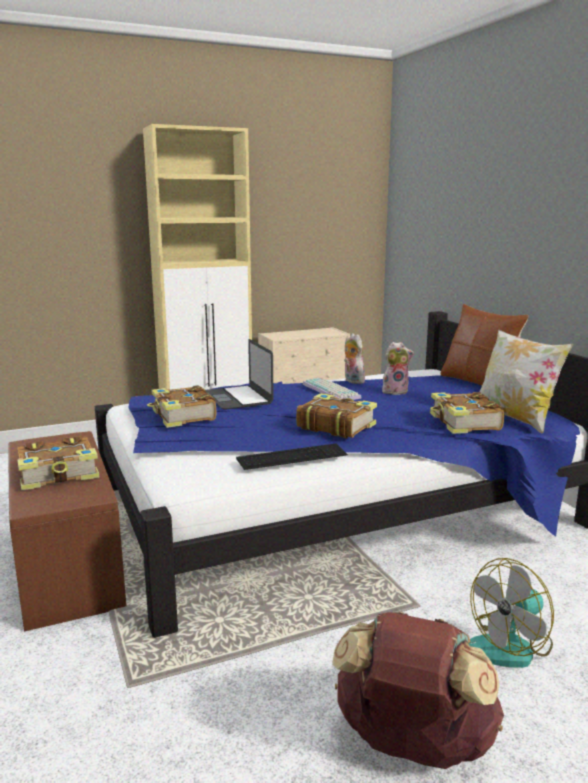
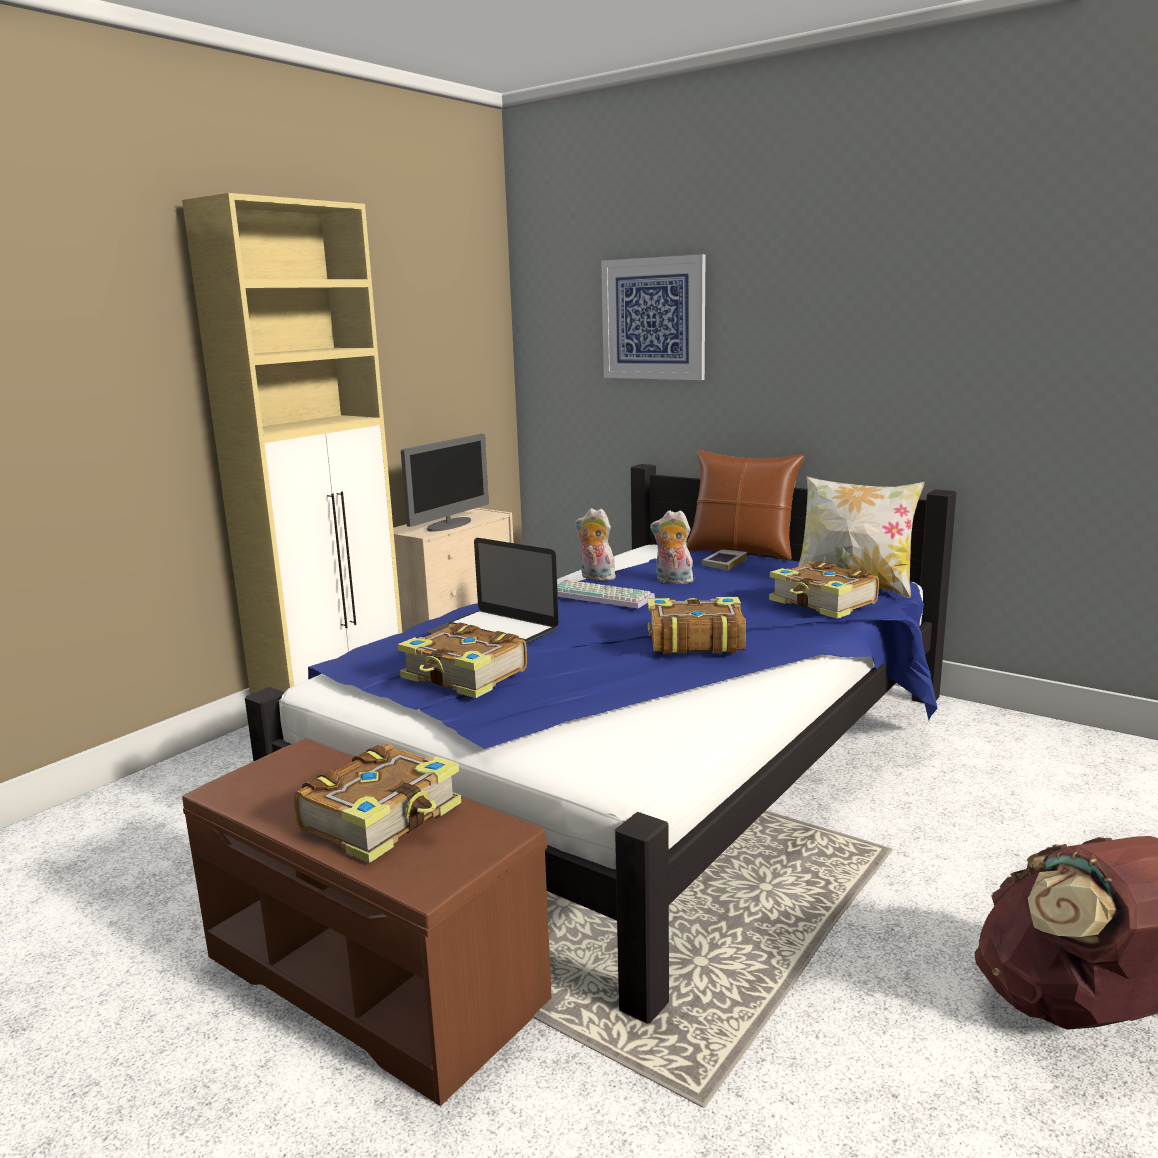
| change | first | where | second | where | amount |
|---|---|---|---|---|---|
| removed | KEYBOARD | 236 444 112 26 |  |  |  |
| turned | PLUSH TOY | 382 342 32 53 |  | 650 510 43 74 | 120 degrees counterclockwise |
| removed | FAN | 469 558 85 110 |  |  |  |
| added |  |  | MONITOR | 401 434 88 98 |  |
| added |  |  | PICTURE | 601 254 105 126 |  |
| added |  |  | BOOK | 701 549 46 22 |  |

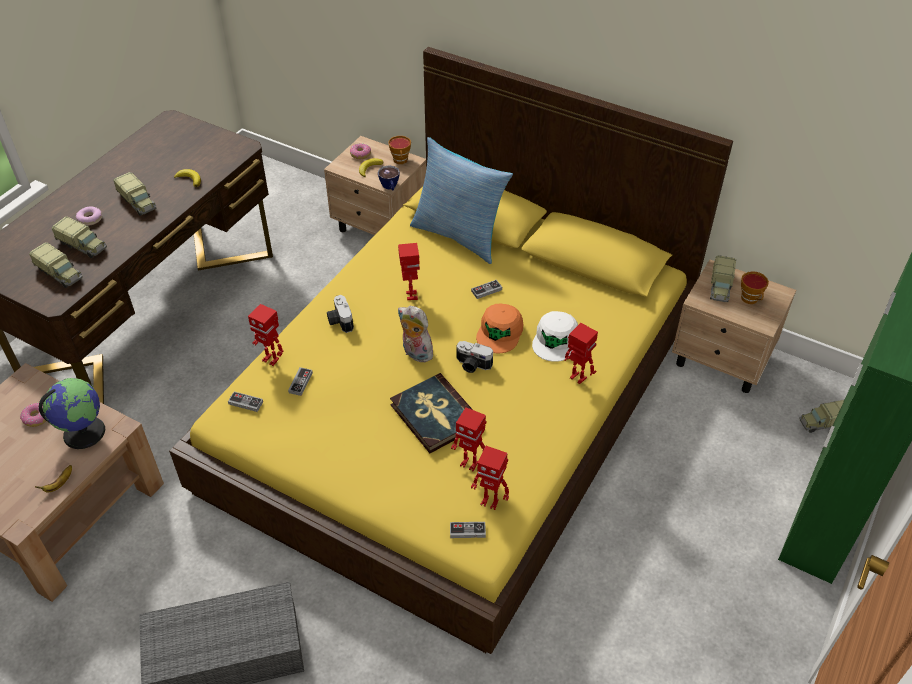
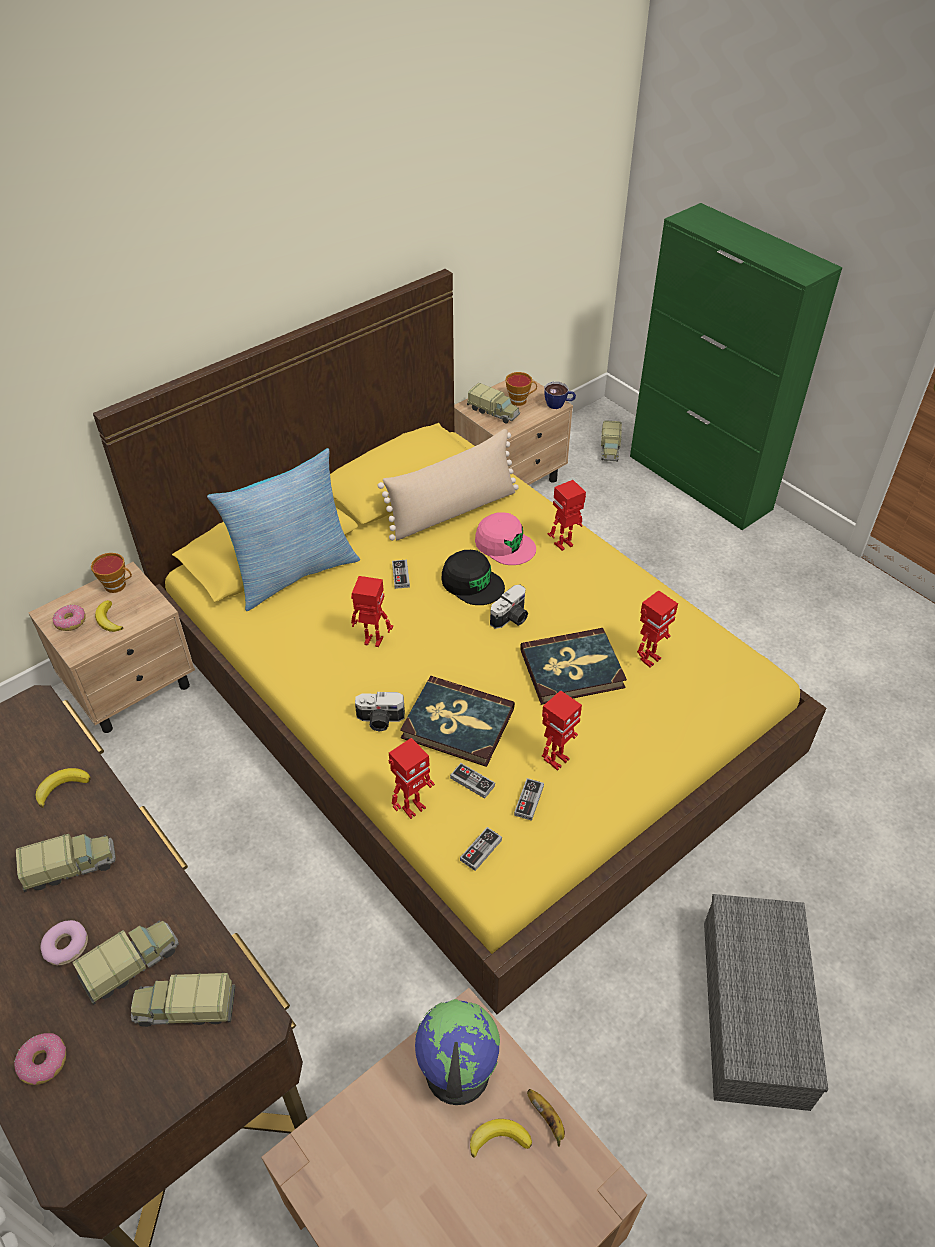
| change | first | where | second | where | amount |
|---|---|---|---|---|---|
| moved | DONUT | 20 403 26 24 |  | 14 1033 52 52 |  |
| turned | TOY TRUCK | 29 242 54 46 |  | 131 973 104 54 | 150 degrees counterclockwise |
| moved | CUP | 378 165 22 25 |  | 544 382 32 27 |  |
| removed | PLUSH TOY | 398 306 38 57 |  |  |  |
| moved | GAME CONTROLLER | 450 522 36 16 |  | 514 778 30 43 |  |
| moved | TOY ROBOT | 471 446 38 64 |  | 542 690 40 81 |  |
| recoloured | ORANGE CAP | 476 304 47 49 | BLACK CAP | 441 550 64 55 |  |
| recoloured | WHITE CAP | 532 311 46 51 | PINK CAP | 475 512 61 53 |  |
| added |  |  | BEIGE PILLOW | 378 429 141 112 |  |
| added |  |  | BOOK | 400 676 115 91 |  |
| added |  |  | BANANA | 470 1119 62 39 |  |

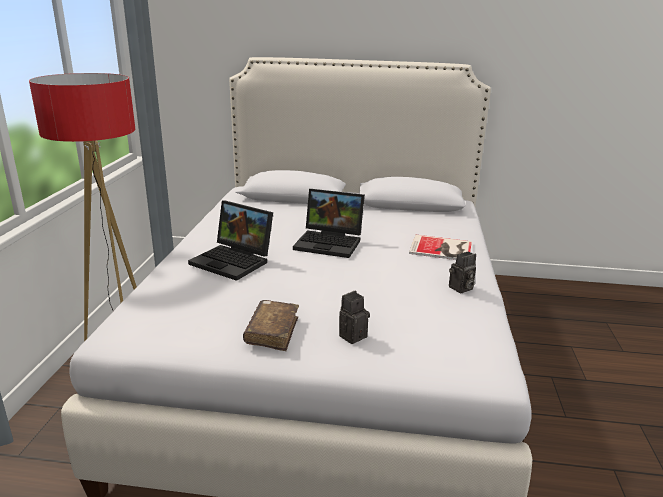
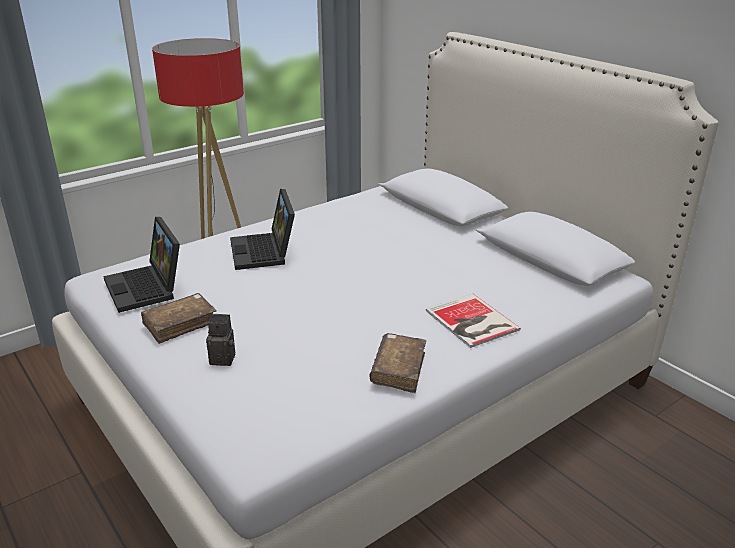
| change | first | where | second | where | amount |
|---|---|---|---|---|---|
| moved | LAPTOP | 293 189 72 69 |  | 103 217 77 96 |  |
| replaced | PHOTO CAMERA | 449 251 27 42 | BROWN BOOK | 369 333 57 60 |  |

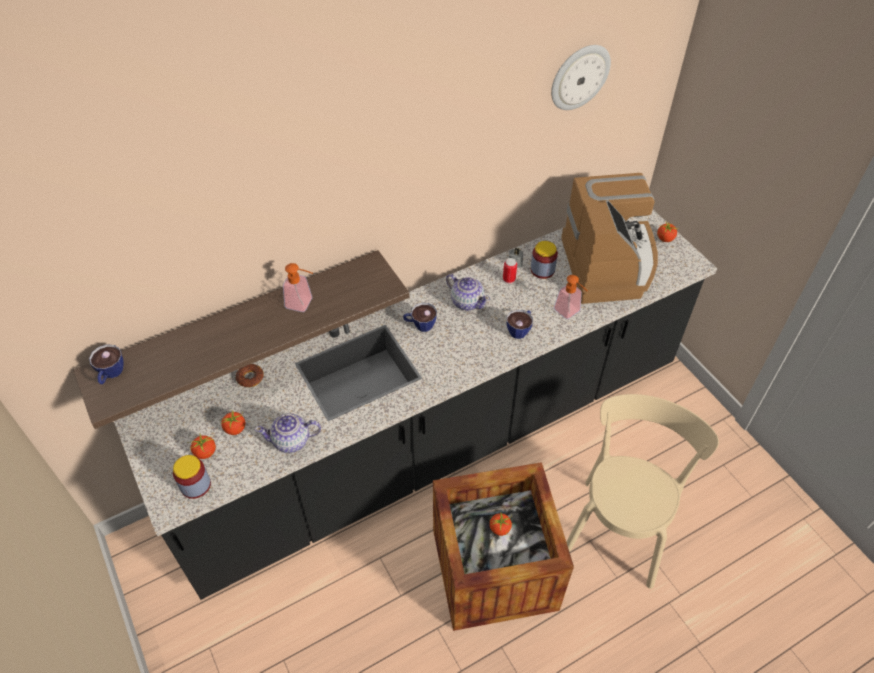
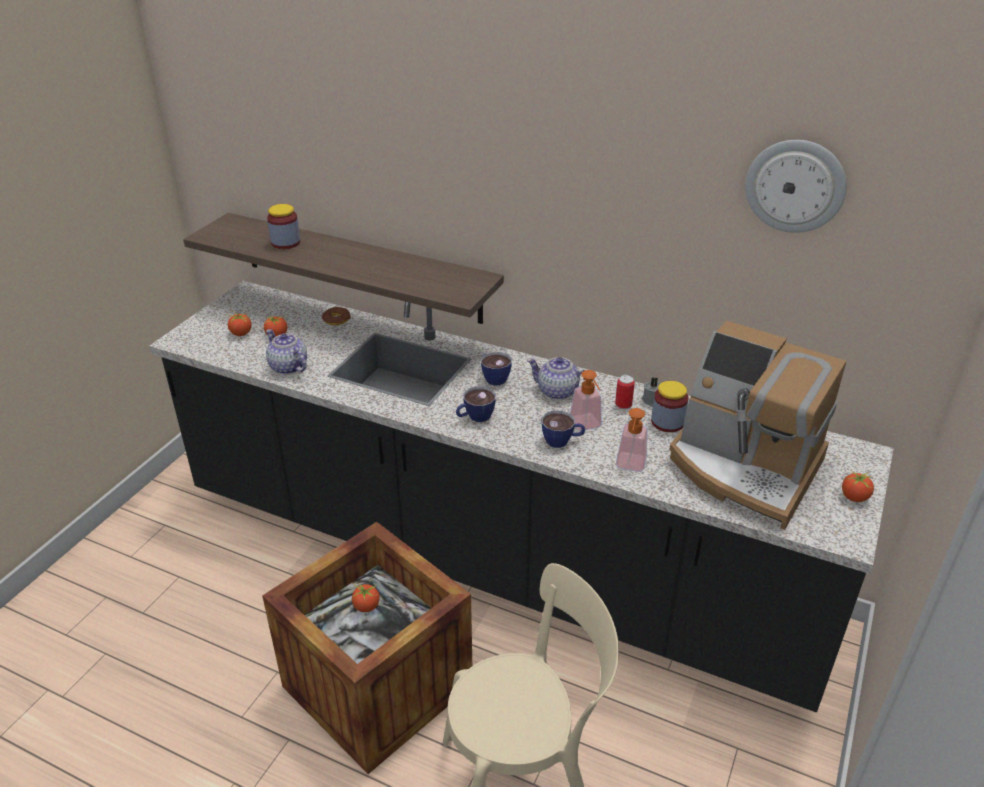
| change | first | where | second | where | amount |
|---|---|---|---|---|---|
| moved | CUP | 89 344 35 40 |  | 456 386 40 36 |  |
| moved | JAR | 173 455 38 44 |  | 267 204 33 45 |  |
| moved | SOAP DISPENSER | 283 263 30 49 |  | 570 370 32 61 |  |
| turned | TEAPOT | 446 274 44 36 |  | 527 357 66 43 | 105 degrees clockwise |
| turned | COFFEE MACHINE | 561 173 97 131 |  | 669 320 177 210 | 75 degrees clockwise |

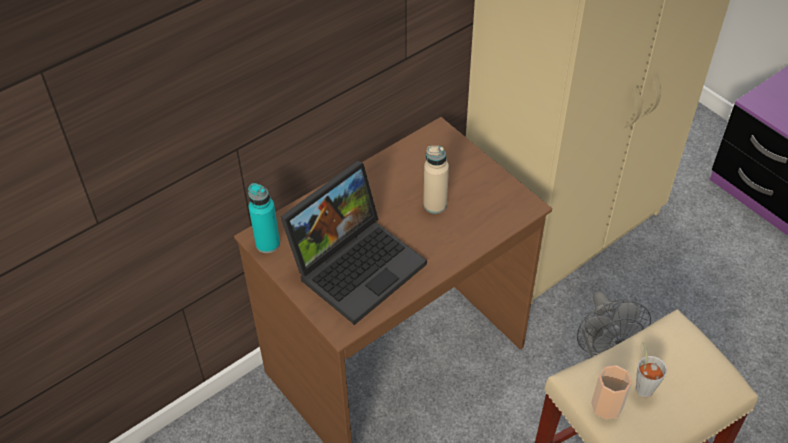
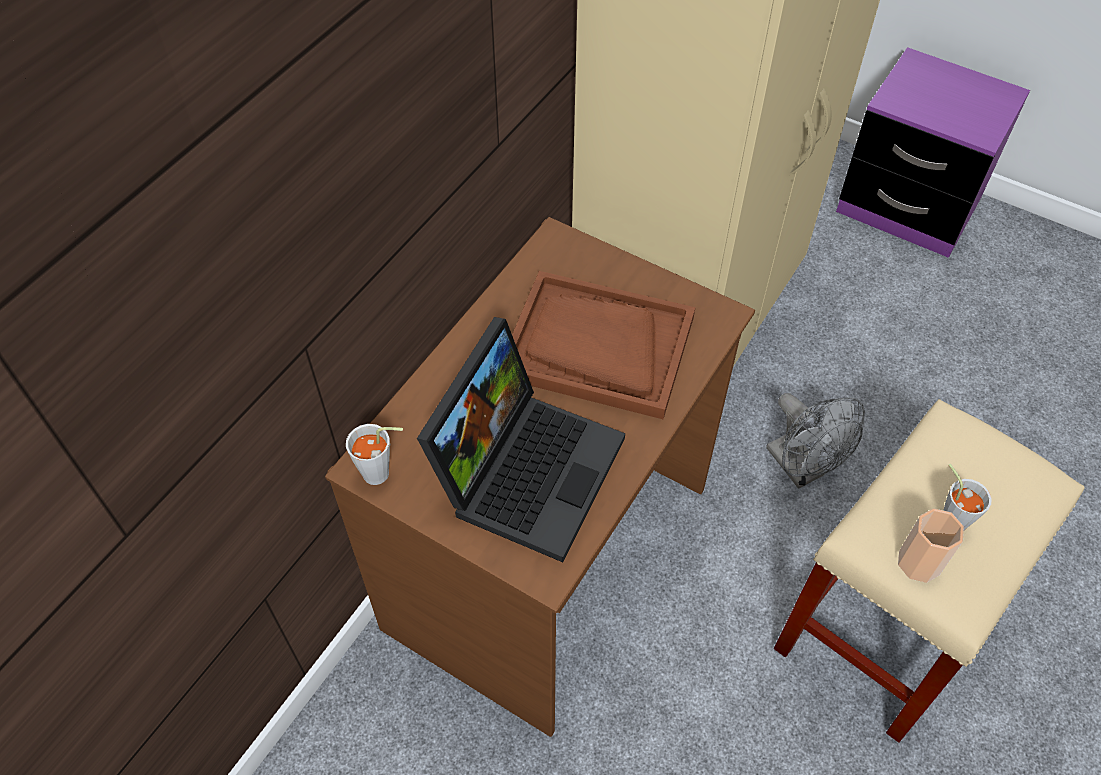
| change | first | where | second | where | amount |
|---|---|---|---|---|---|
| replaced | TURQUOISE BOTTLE | 248 183 32 70 | GREY CUP | 346 424 57 61 |  |
| replaced | BEIGE BOTTLE | 423 146 26 68 | BROWN TRAY | 512 271 184 148 |  |

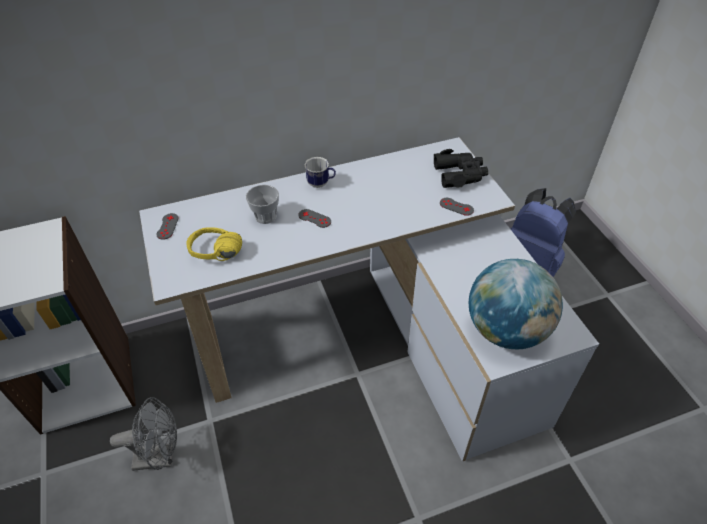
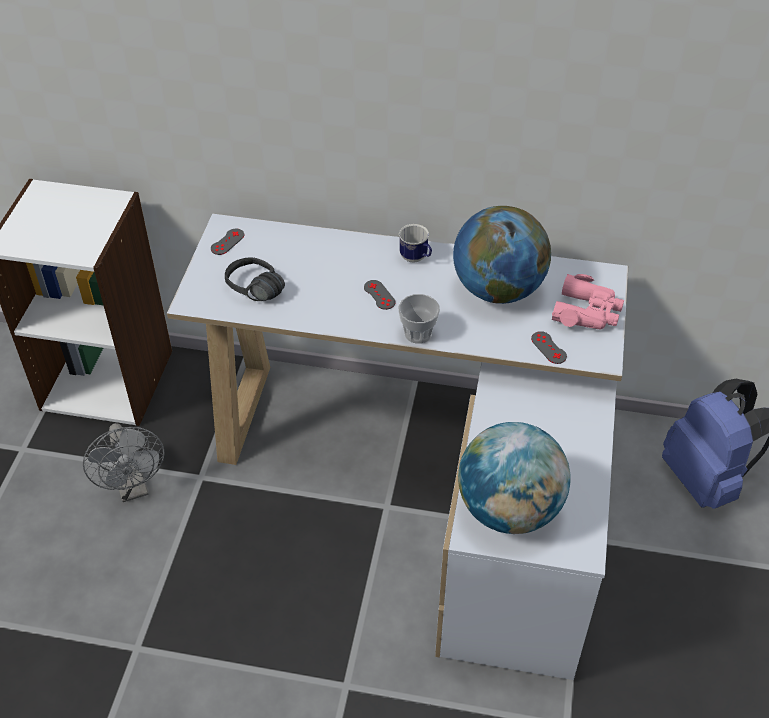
| change | first | where | second | where | amount |
|---|---|---|---|---|---|
| turned | GREY FAN | 110 397 67 74 |  | 83 423 81 79 | 45 degrees clockwise |
| recoloured | YELLOW HEADPHONES | 186 227 56 34 | BLACK HEADPHONES | 225 257 60 44 |  |
| moved | CUP | 246 185 33 39 |  | 398 294 42 50 |  |
| recoloured | BLACK BINOCULARS | 434 149 54 39 | PINK BINOCULARS | 552 274 72 55 |  |
| added |  |  | GLOBE | 453 206 98 98 |  |

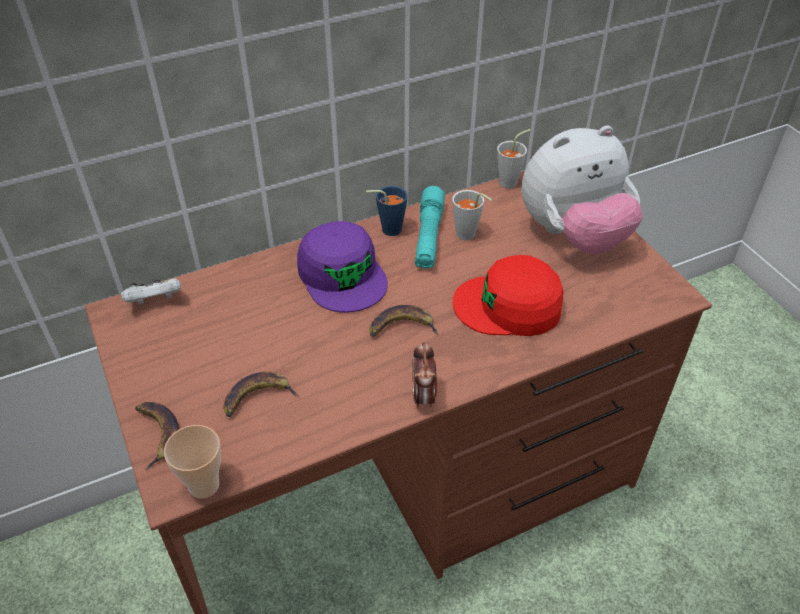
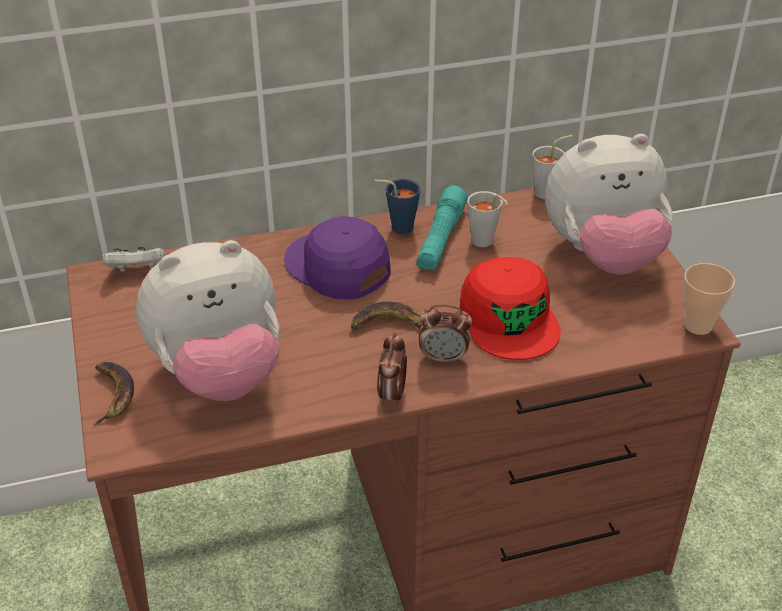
| change | first | where | second | where | amount |
|---|---|---|---|---|---|
| moved | CUP | 164 425 57 74 |  | 683 263 52 72 |  |
| replaced | BANANA | 223 371 76 46 | PLUSH TOY | 136 240 143 161 |  |
| turned | PURPLE CAP | 297 221 91 92 |  | 284 216 107 84 | 150 degrees clockwise |
| turned | RED CAP | 453 255 111 81 |  | 460 257 101 103 | 120 degrees counterclockwise |
| added |  |  | ALARM CLOCK | 419 304 53 60 |  |

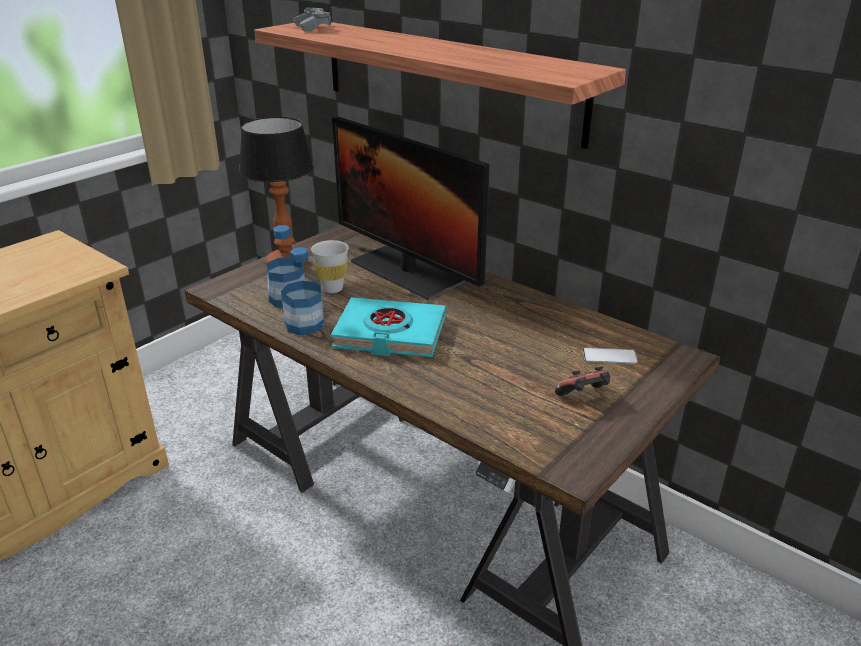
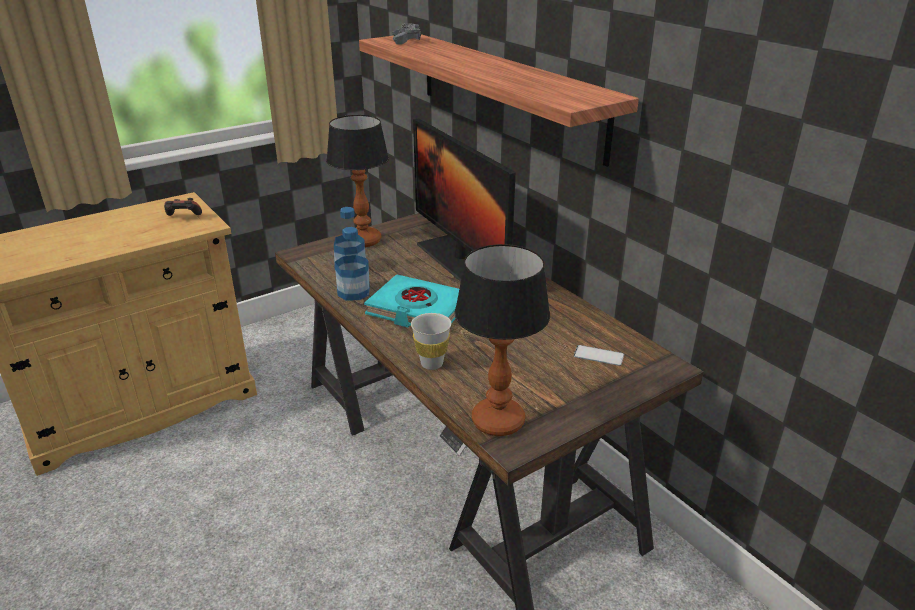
| change | first | where | second | where | amount |
|---|---|---|---|---|---|
| moved | WHITE CUP | 311 240 38 53 |  | 411 313 40 57 |  |
| moved | GAME CONTROLLER | 555 366 55 30 |  | 164 198 38 18 |  |
| added |  |  | TABLE LAMP | 454 244 96 192 |  |

